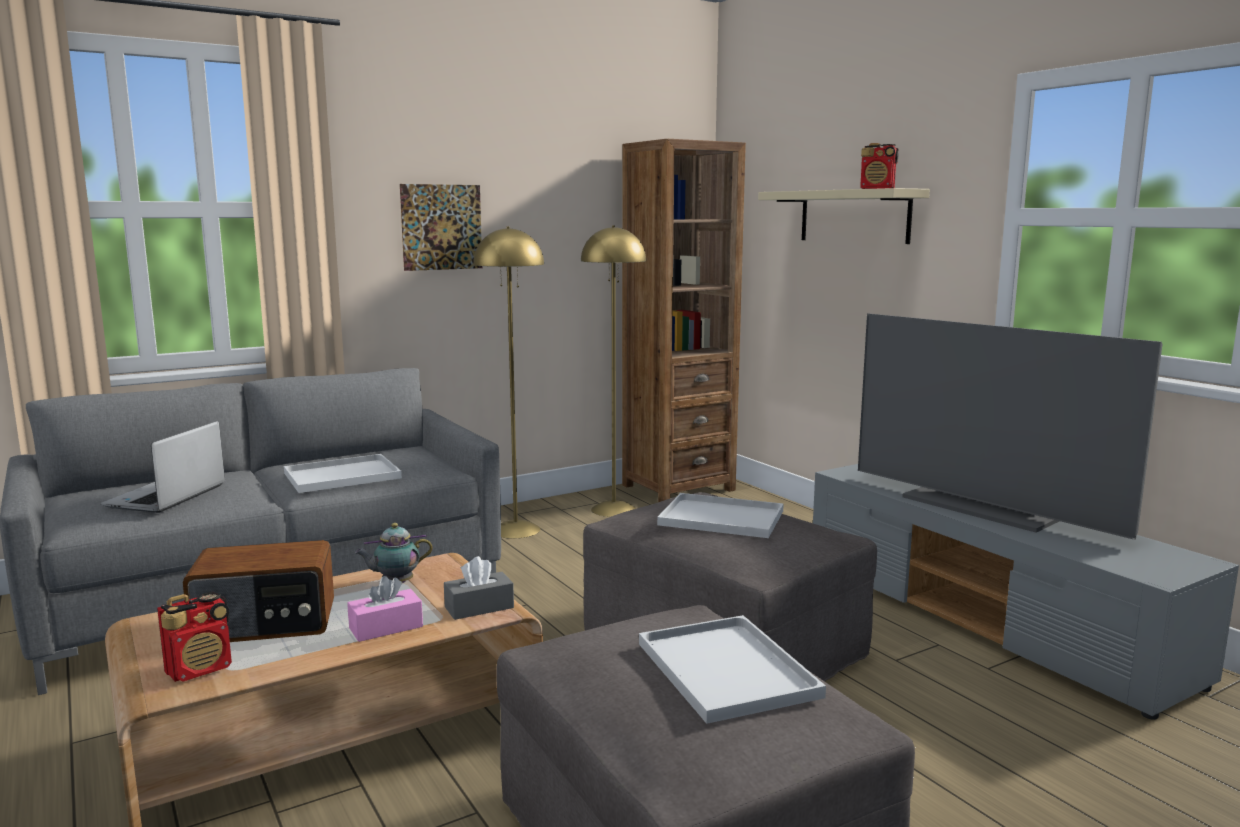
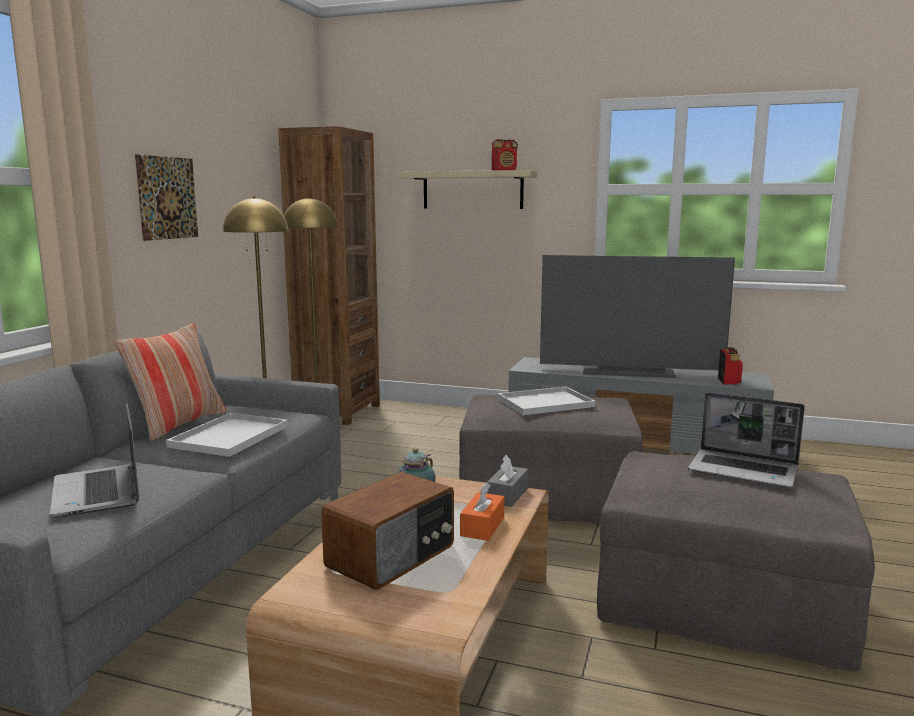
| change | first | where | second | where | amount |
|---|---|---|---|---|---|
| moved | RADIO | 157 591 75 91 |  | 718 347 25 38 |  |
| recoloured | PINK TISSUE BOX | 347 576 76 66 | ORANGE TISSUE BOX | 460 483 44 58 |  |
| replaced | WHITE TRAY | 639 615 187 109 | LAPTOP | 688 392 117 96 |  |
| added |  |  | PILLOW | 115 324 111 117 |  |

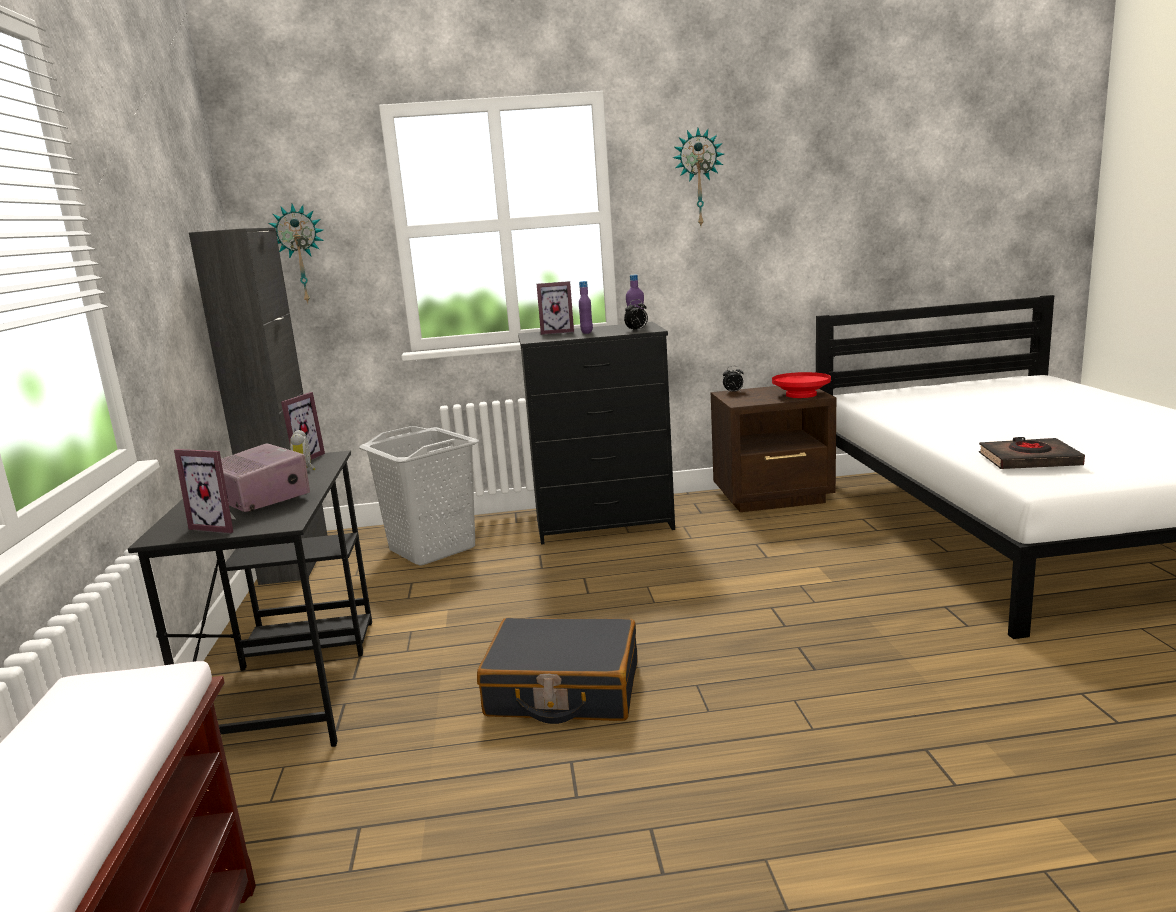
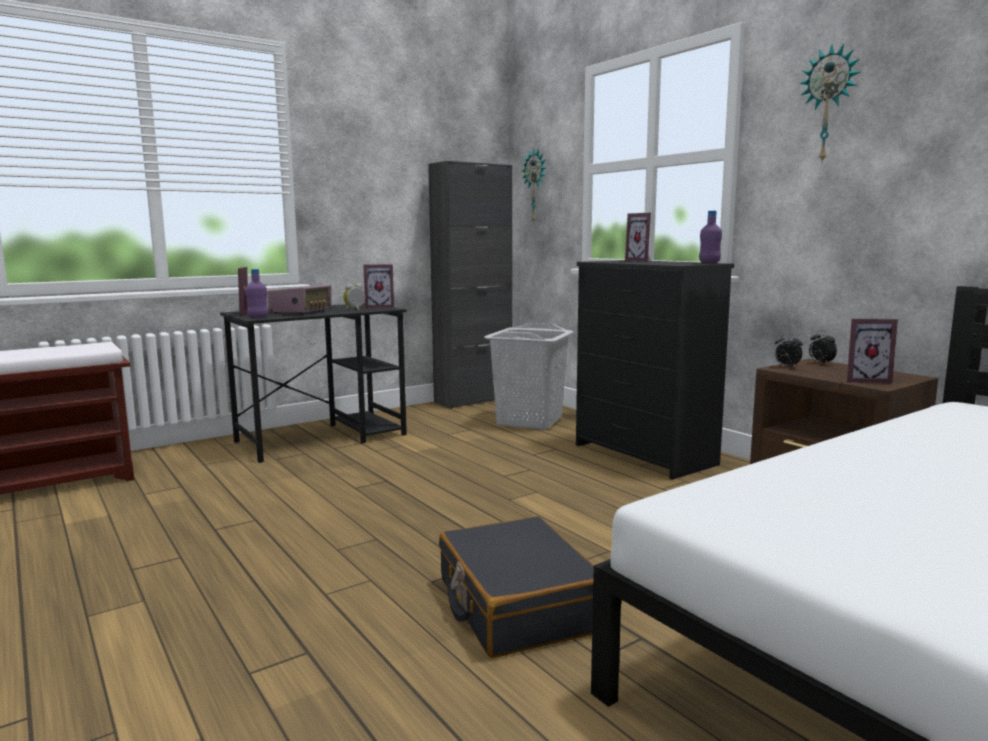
| change | first | where | second | where | amount |
|---|---|---|---|---|---|
| moved | BLACK SUITCASE | 477 618 160 106 |  | 439 516 155 142 |  |
| moved | PURPLE BOTTLE | 579 281 14 53 |  | 246 269 22 49 |  |
| moved | ALARM CLOCK | 624 299 24 32 |  | 775 333 28 35 |  |
| replaced | RED BOWL | 772 372 59 26 | PICTURE FRAME | 847 319 51 64 |  |
| removed | BLACK BOOK | 979 437 106 32 |  |  |  |

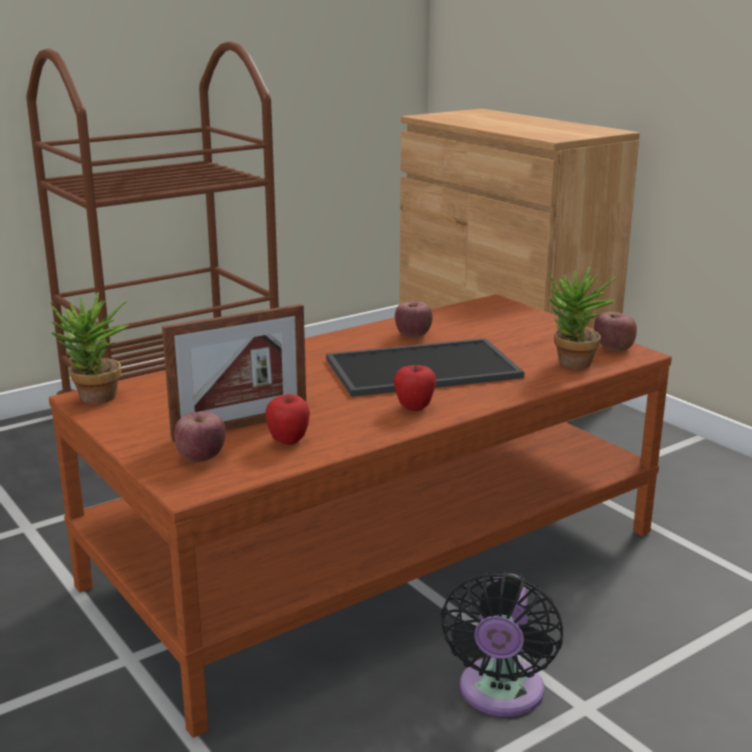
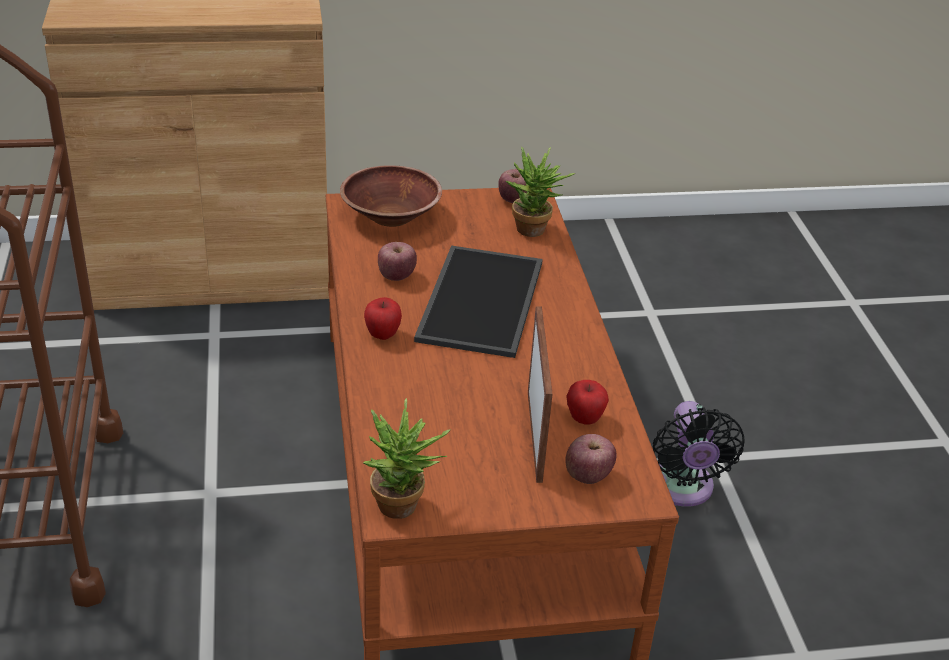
| change | first | where | second | where | amount |
|---|---|---|---|---|---|
| moved | APPLE | 393 365 43 46 |  | 364 297 38 43 |  |
| turned | BLACK FAN | 441 572 122 145 |  | 653 401 92 106 | 45 degrees clockwise |
| added |  |  | BROWN BOWL | 340 165 102 62 |  |

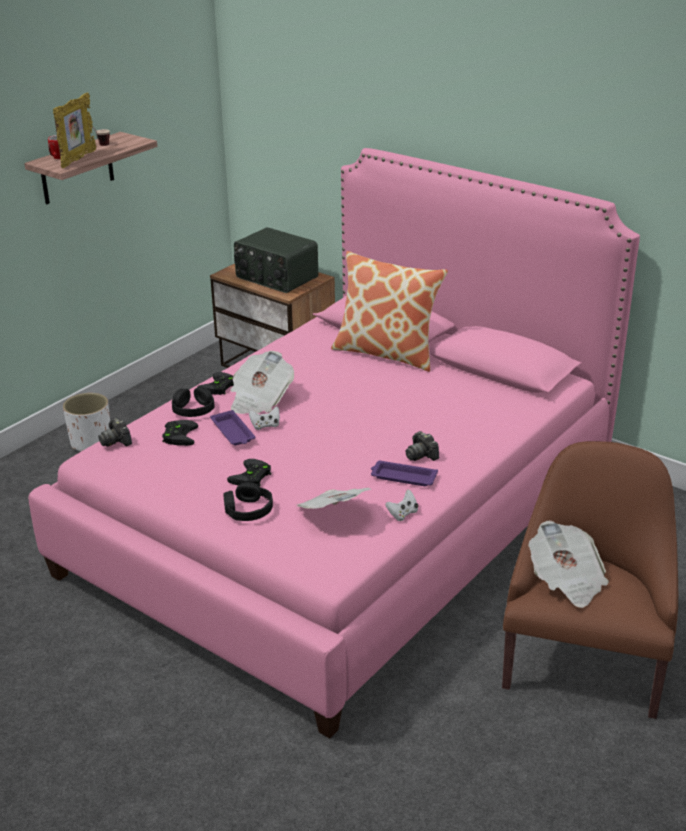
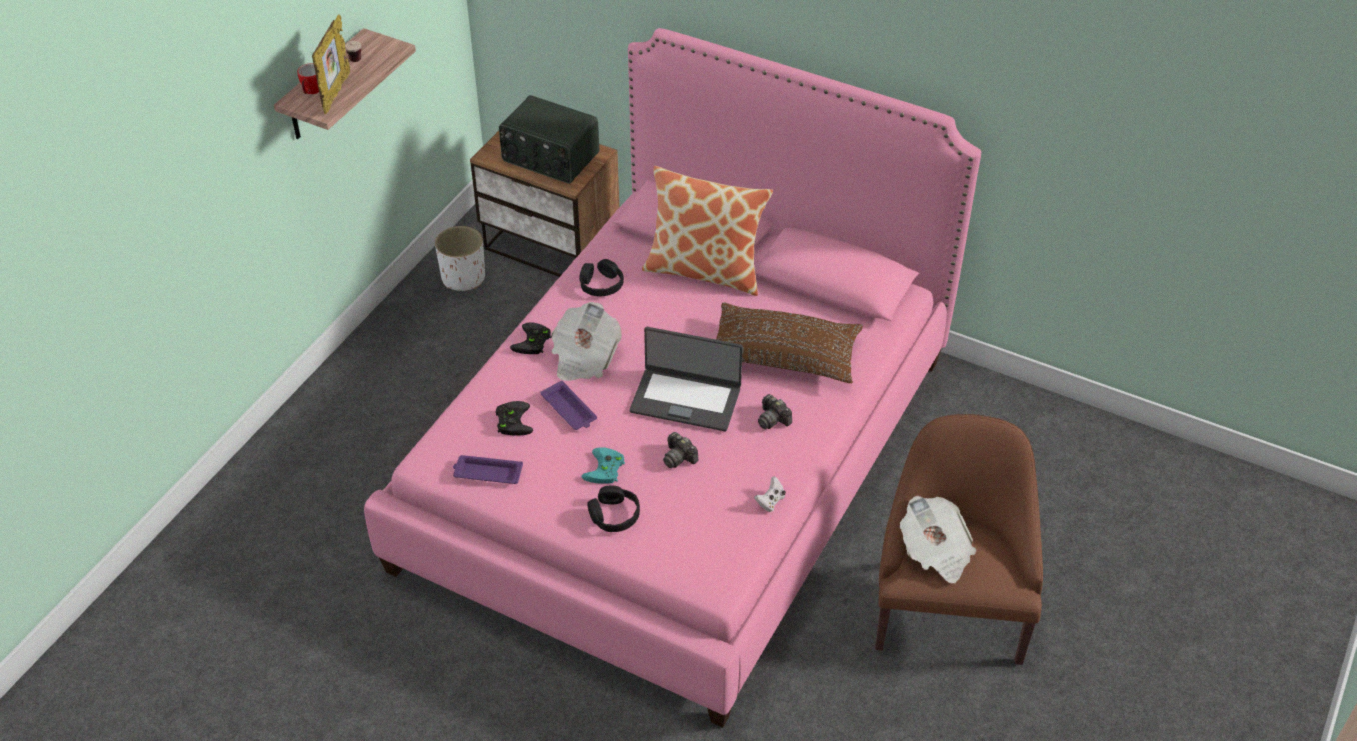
| change | first | where | second | where | amount |
|---|---|---|---|---|---|
| moved | WHITE PLANTER | 63 393 47 58 |  | 435 226 50 65 |  |
| moved | PHOTO CAMERA | 98 418 34 29 |  | 663 432 36 36 |  |
| moved | BLACK HEADPHONES | 172 387 43 30 |  | 579 259 45 38 |  |
| recoloured | BLACK GAME CONTROLLER | 227 459 45 28 | TURQUOISE GAME CONTROLLER | 582 447 43 37 |  |
| removed | WHITE GAME CONTROLLER | 249 406 31 24 |  |  |  |
| removed | NEWSPAPER | 297 488 74 21 |  |  |  |
| moved | PURPLE TRAY | 371 461 67 25 |  | 453 455 70 29 |  |
| added |  |  | LAPTOP | 629 327 114 104 |  |
| added |  |  | BROWN PILLOW | 716 303 147 80 |  |

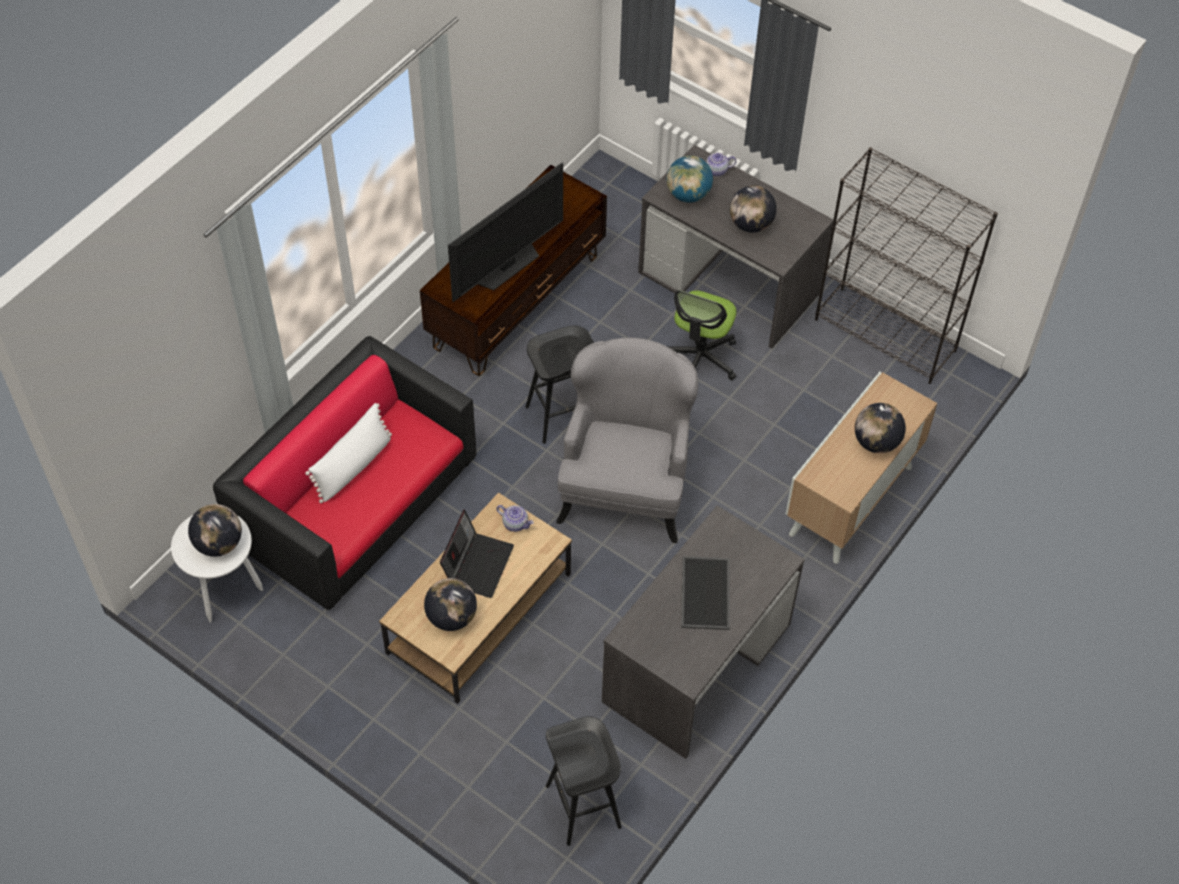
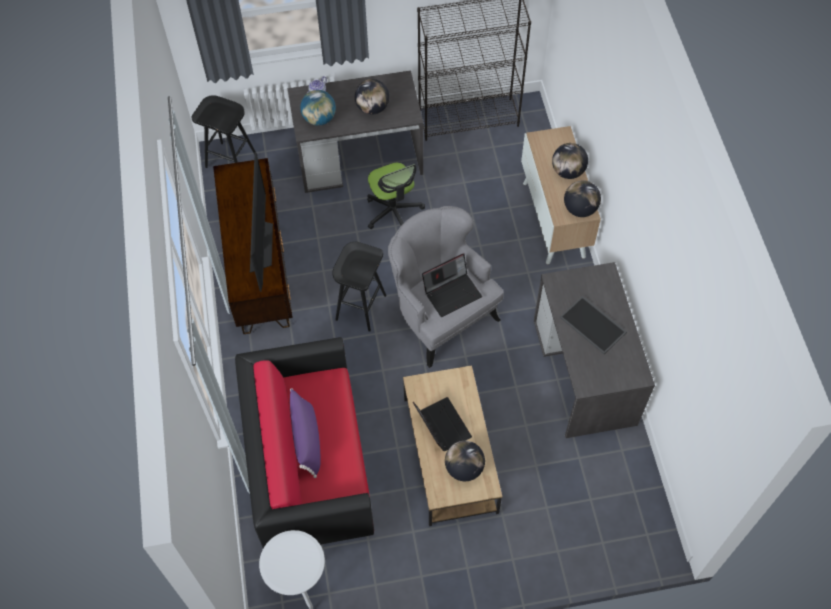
| change | first | where | second | where | amount |
|---|---|---|---|---|---|
| moved | GLOBE | 188 504 54 53 |  | 564 180 37 37 |  |
| recoloured | WHITE PILLOW | 305 403 87 100 | PURPLE PILLOW | 290 388 31 90 |  |
| removed | TEAPOT | 496 505 38 27 |  |  |  |
| moved | BLACK STOOL | 546 716 76 130 |  | 191 95 67 73 |  |
| added |  |  | LAPTOP | 422 253 60 64 |  |

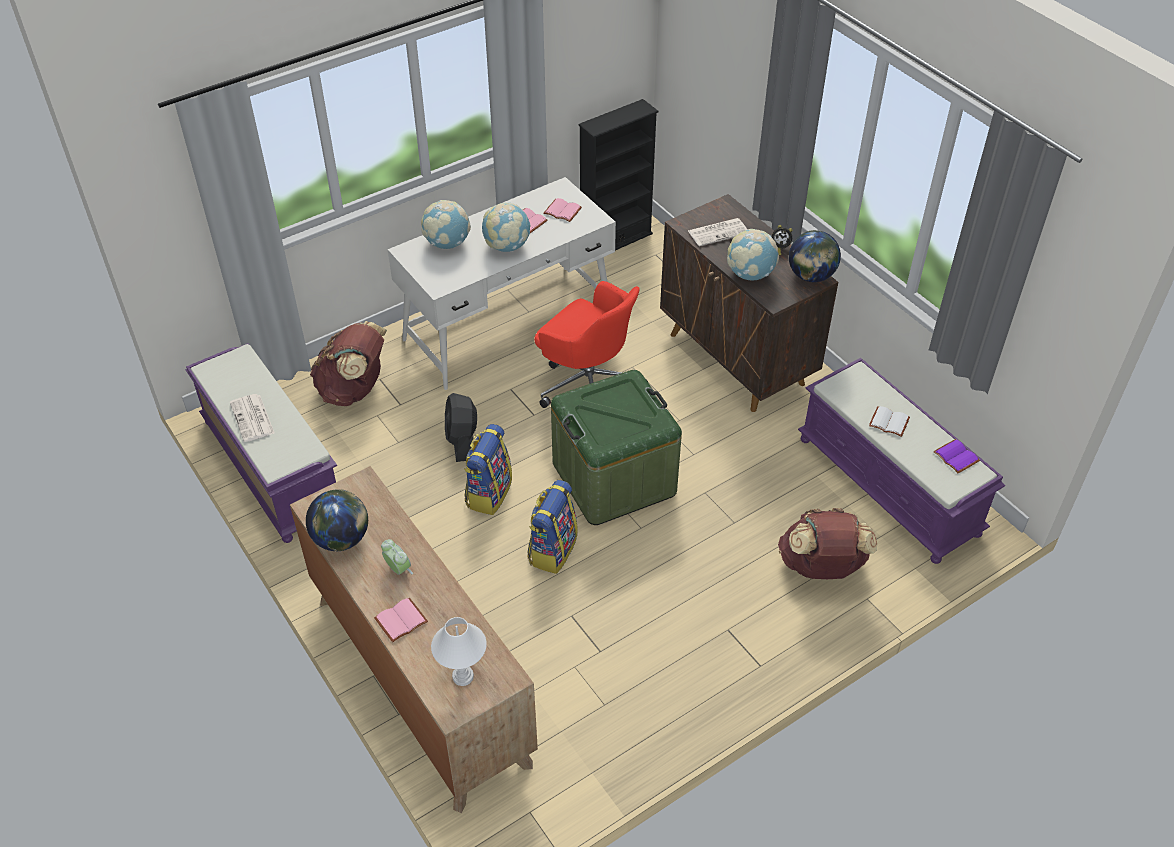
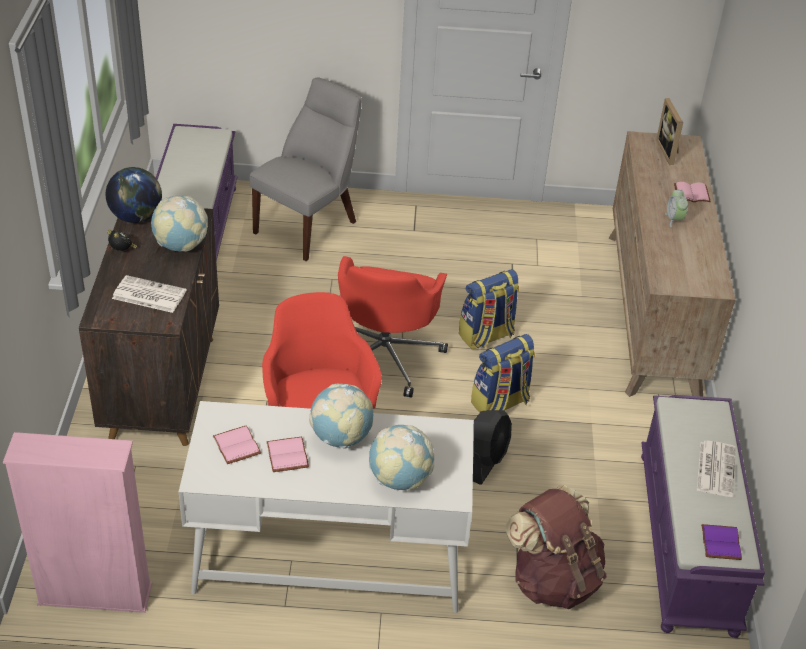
| change | first | where | second | where | amount |
|---|---|---|---|---|---|
| removed | GLOBE | 306 489 62 63 |  |  |  |
| replaced | WHITE TABLE LAMP | 431 617 56 69 | PICTURE FRAME | 656 98 27 67 |  |
| replaced | GREEN STORAGE BOX | 551 370 131 155 | RED OFFICE CHAIR | 338 256 110 142 |  |
| recoloured | BLACK BOOKCASE | 578 99 81 152 | PINK BOOKCASE | 3 432 149 181 |  |
| replaced | BROWN BACKPACK | 778 508 99 71 | GREY CHAIR | 249 78 113 183 |  |
| removed | WHITE BOOK | 869 406 41 31 |  |  |  |
| moved | PURPLE BOOK | 933 439 47 34 |  | 701 524 41 36 |  |

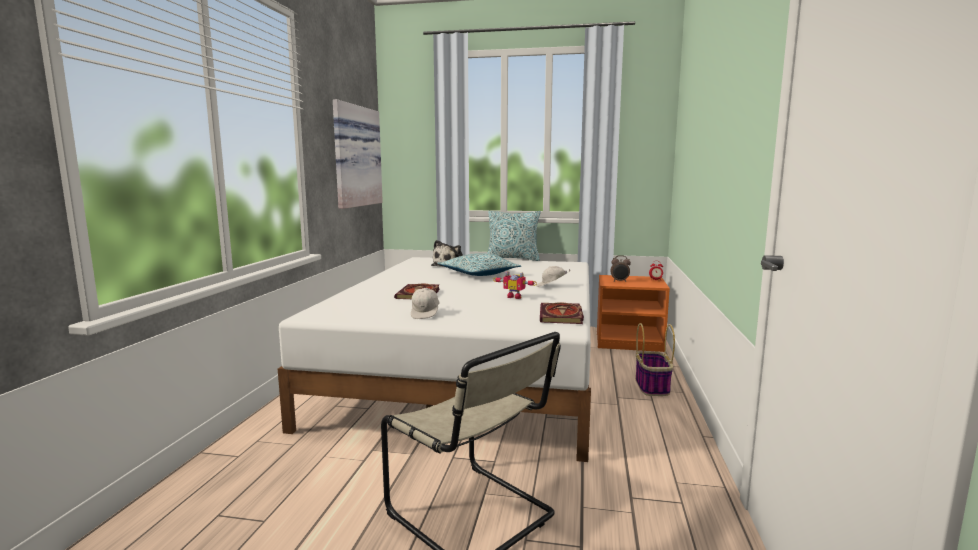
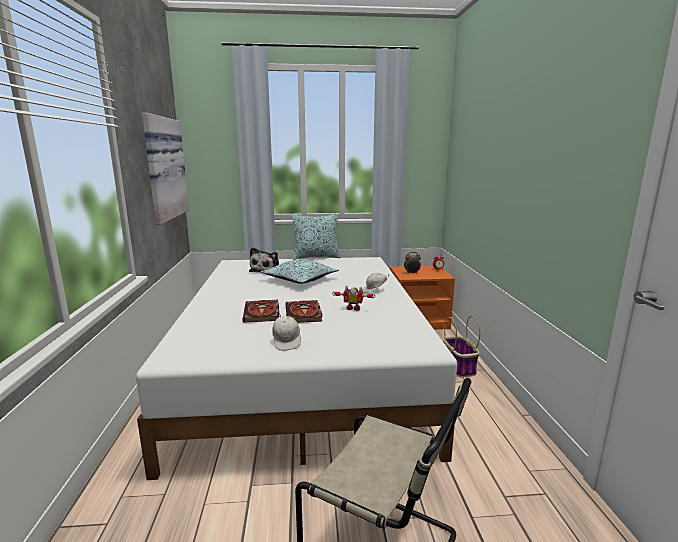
| change | first | where | second | where | amount |
|---|---|---|---|---|---|
| moved | BOOK | 540 302 44 22 |  | 285 300 37 23 |  |

